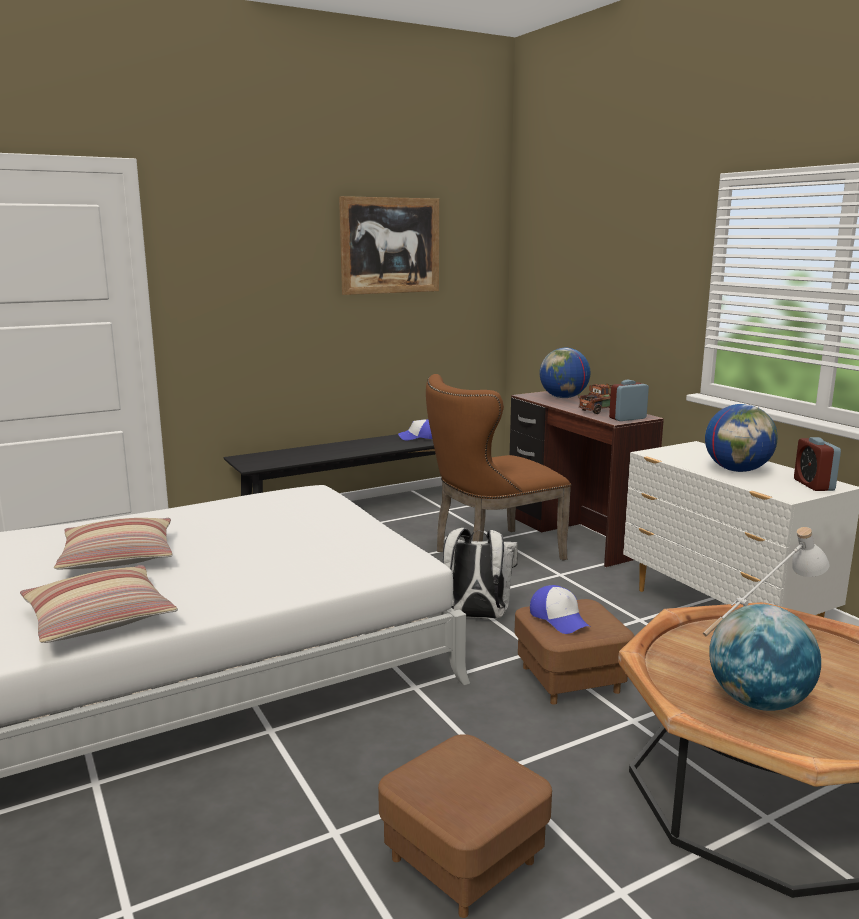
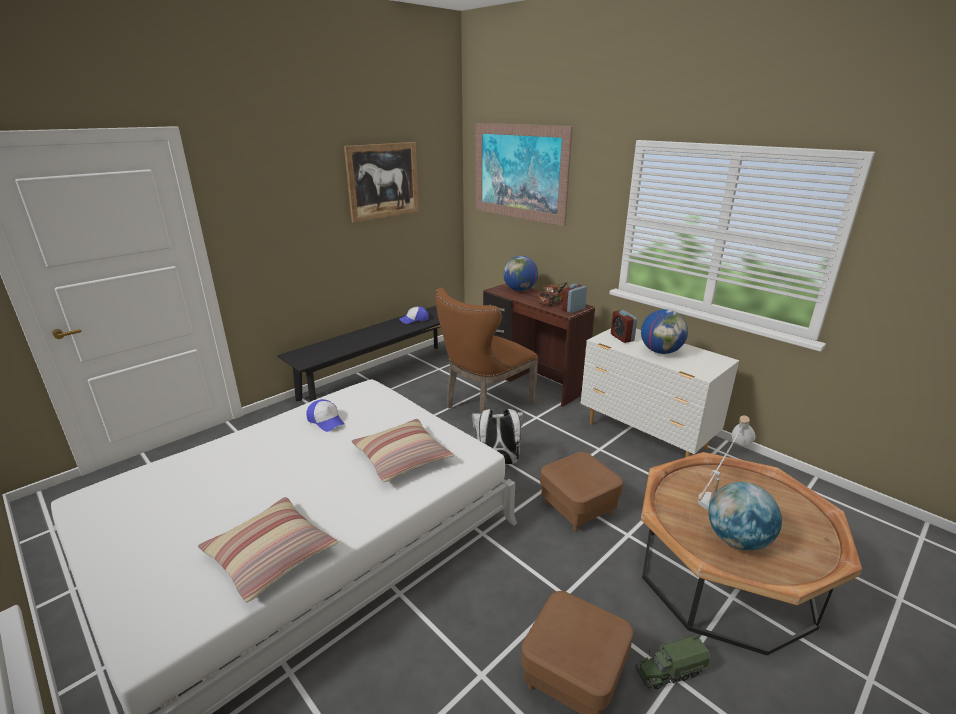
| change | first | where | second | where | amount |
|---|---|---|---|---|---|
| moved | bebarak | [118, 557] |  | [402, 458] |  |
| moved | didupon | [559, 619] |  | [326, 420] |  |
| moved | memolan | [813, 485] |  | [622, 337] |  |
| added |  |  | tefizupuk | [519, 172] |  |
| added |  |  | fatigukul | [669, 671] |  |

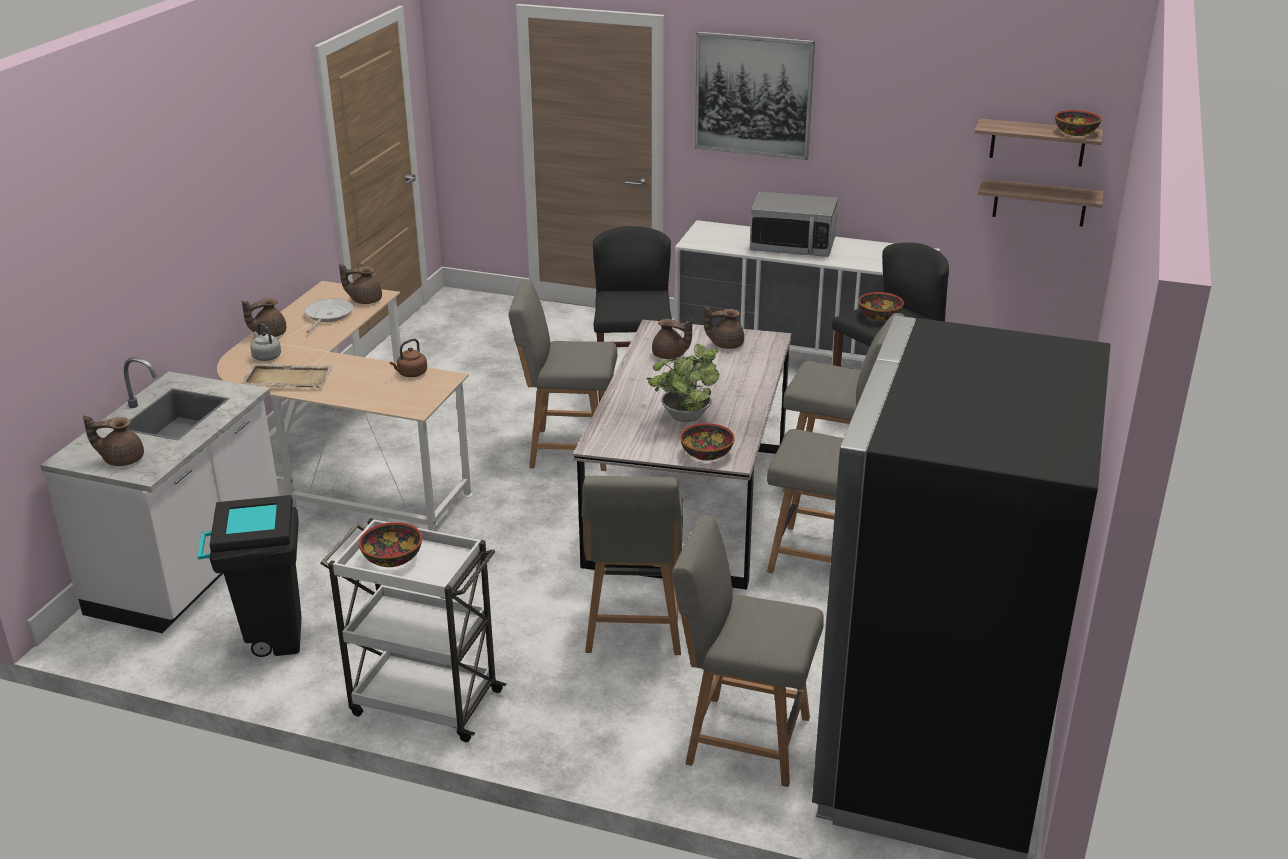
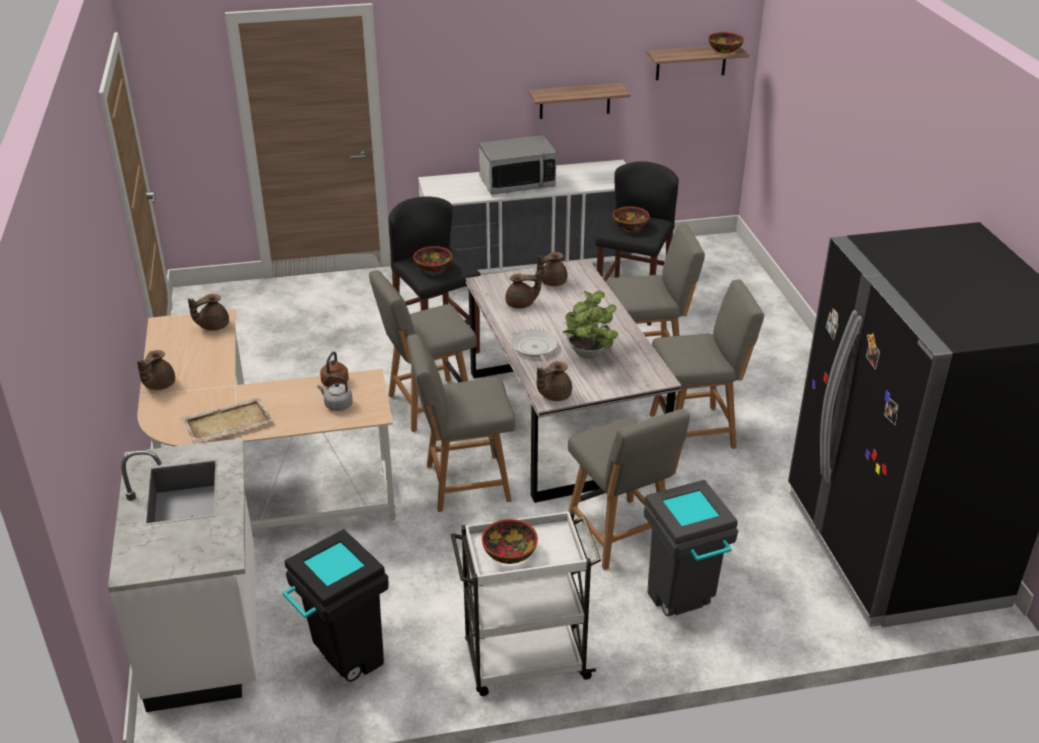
| change | first | where | second | where | amount |
|---|---|---|---|---|---|
| moved | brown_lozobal | [122, 459] |  | [554, 395] |  |
| moved | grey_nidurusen | [266, 356] |  | [337, 405] |  |
| moved | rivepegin | [327, 316] |  | [535, 349] |  |
| moved | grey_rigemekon | [743, 739] |  | [464, 483] |  |
| moved | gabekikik | [707, 453] |  | [433, 268] |  |
| removed | tefizupuk | [753, 95] |  |  |  |
| moved | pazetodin | [1039, 203] |  | [575, 101] |  |
| added |  |  | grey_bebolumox | [682, 605] |  |

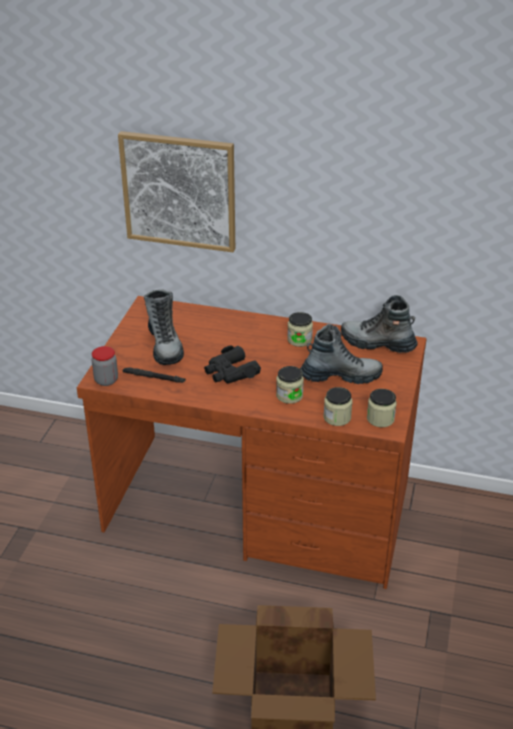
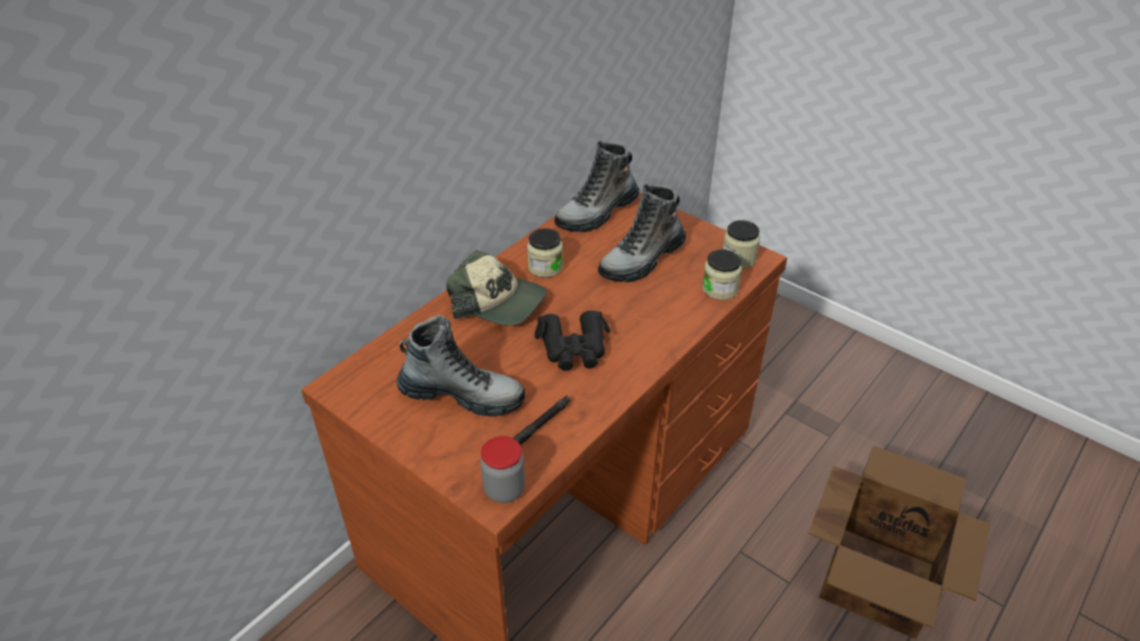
| change | first | where | second | where | amount |
|---|---|---|---|---|---|
| removed | tefizupuk | [179, 191] |  |  |  |
| removed | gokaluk | [289, 395] |  |  |  |
| turned | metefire | [340, 376] |  | [642, 260] | 150 degrees counterclockwise |
| added |  |  | didupon | [499, 302] |  |

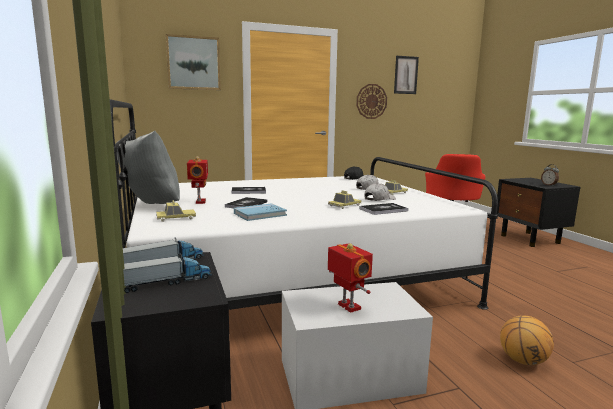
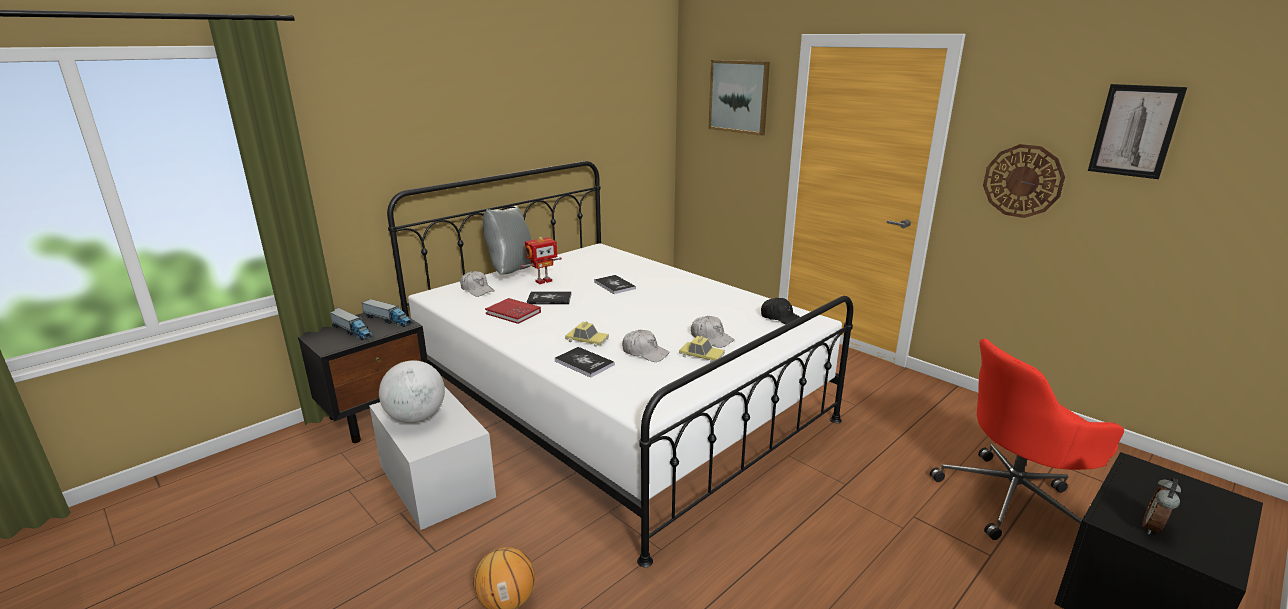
| change | first | where | second | where | amount |
|---|---|---|---|---|---|
| replaced | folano | [176, 218] | white_didupon | [477, 290] |  |
| recoloured | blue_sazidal | [260, 214] | red_sazidal | [513, 313] |  |
| replaced | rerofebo | [348, 307] | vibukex | [416, 417] |  |

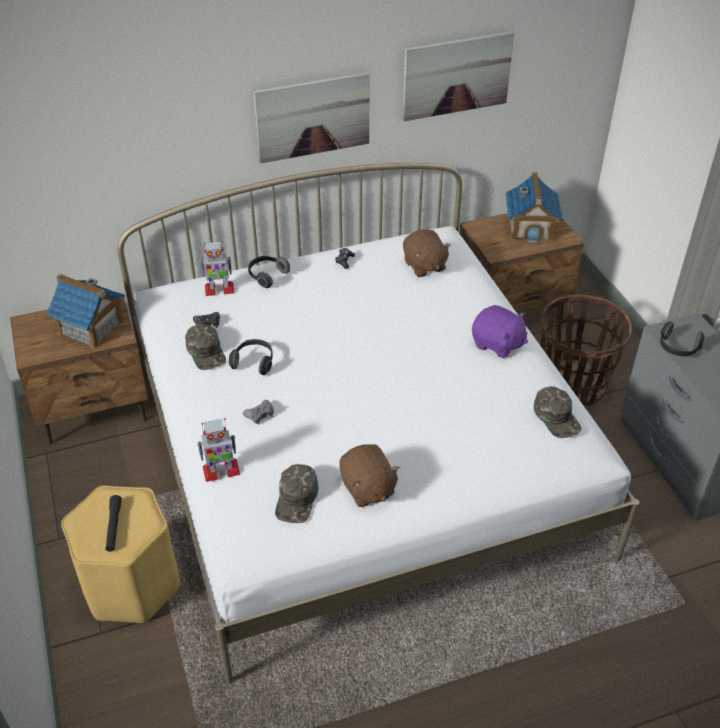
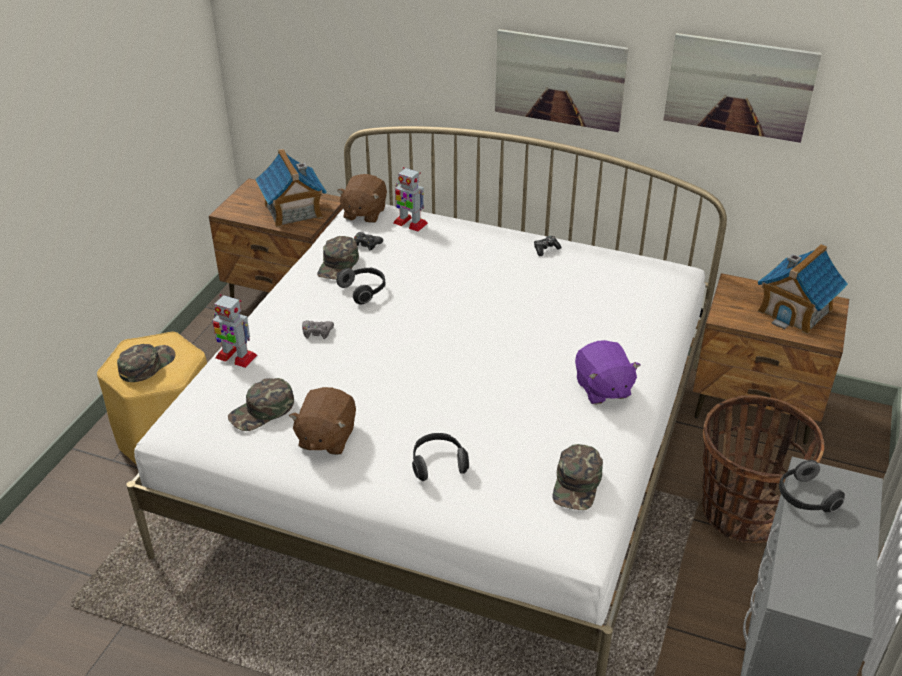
| change | first | where | second | where | amount |
|---|---|---|---|---|---|
| replaced | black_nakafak | [114, 526] | green_didupon | [146, 364] |  |
| moved | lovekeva | [267, 276] |  | [438, 464] |  |
| moved | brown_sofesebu | [424, 266] |  | [364, 213] |  |

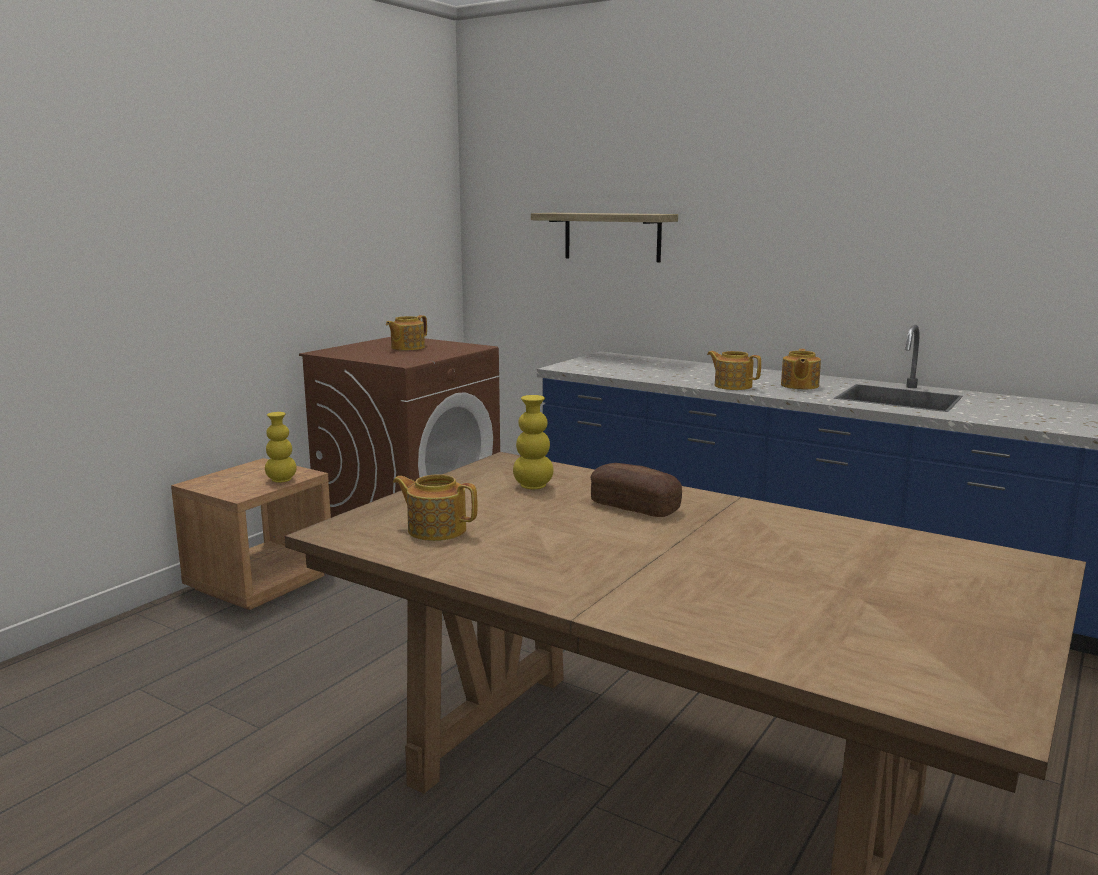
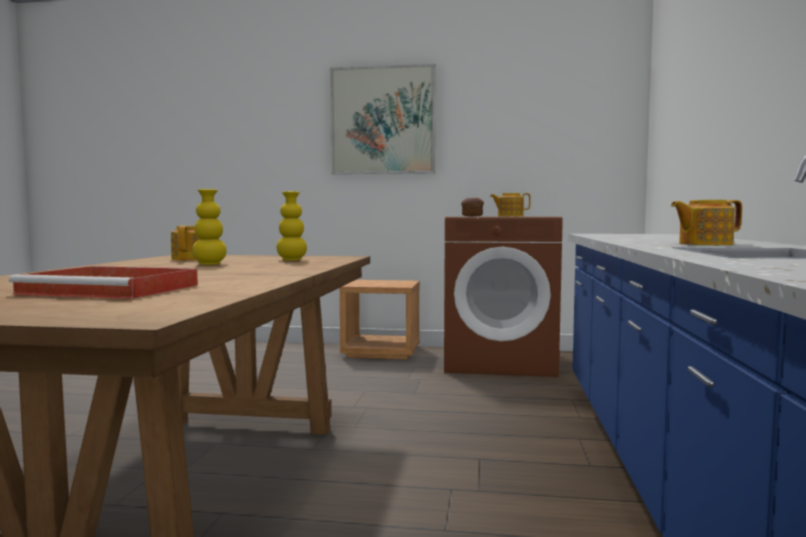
| change | first | where | second | where | amount |
|---|---|---|---|---|---|
| moved | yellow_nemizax | [281, 480] |  | [209, 264] |  |
| removed | pazetodin | [612, 236] |  |  |  |
| moved | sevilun | [635, 506] |  | [472, 216] |  |
| removed | lozobal | [732, 386] |  |  |  |
| added |  |  | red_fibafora | [114, 289] |  |
| added |  |  | tefizupuk | [382, 120] |  |

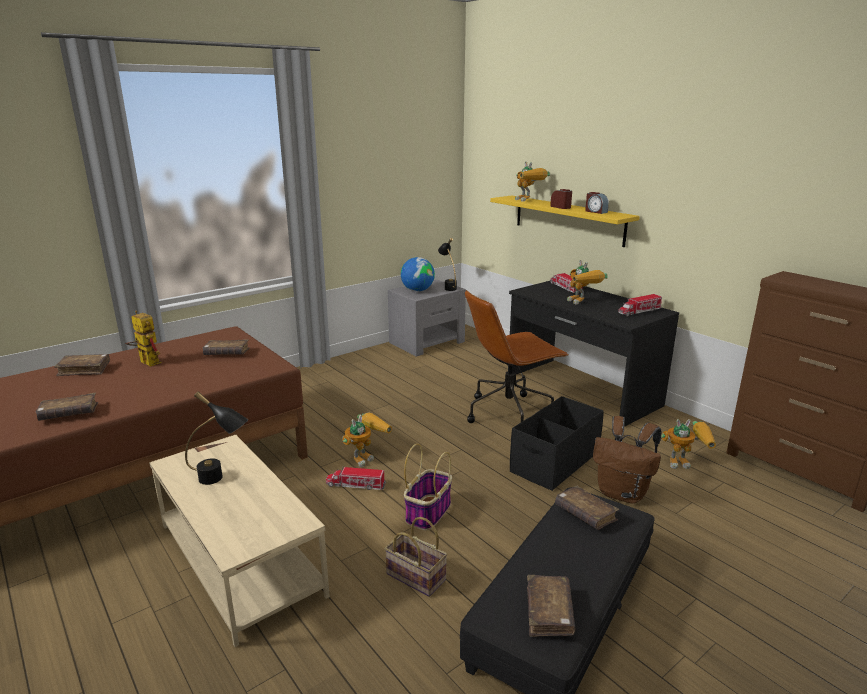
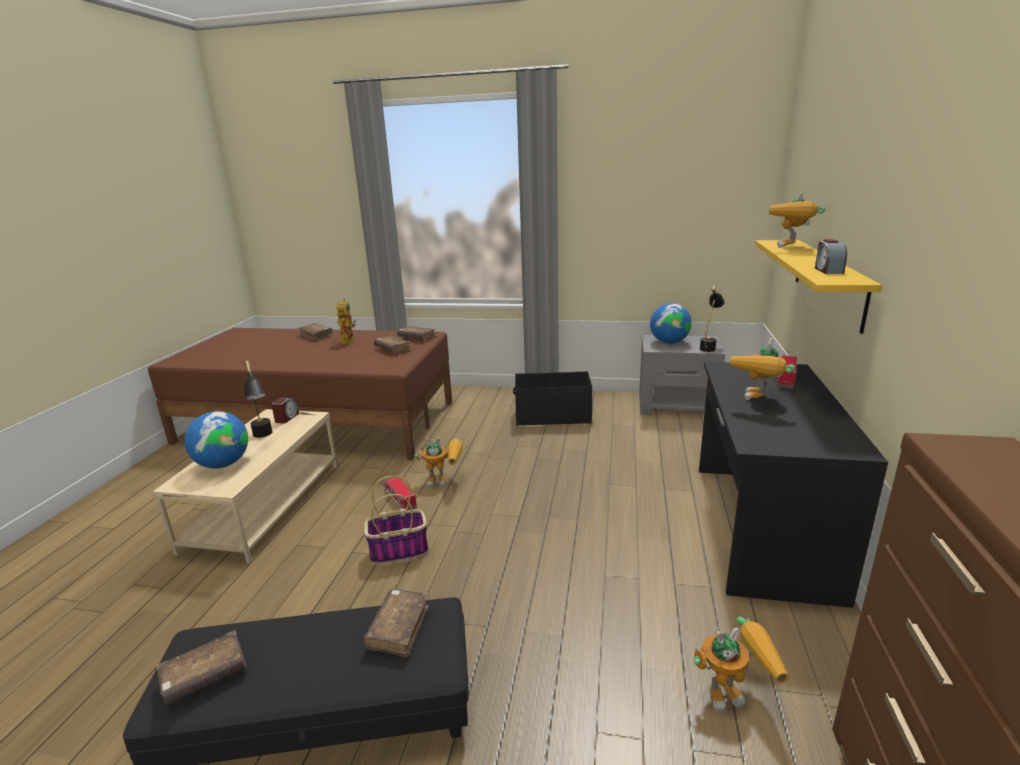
| change | first | where | second | where | amount |
|---|---|---|---|---|---|
| moved | brown_sazidal | [69, 414] |  | [416, 338] |  |
| removed | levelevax | [414, 577] |  |  |  |
| removed | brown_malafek | [509, 412] |  |  |  |
| moved | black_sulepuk | [554, 462] |  | [552, 416] |  |
| moved | memolan | [561, 207] |  | [286, 418] |  |
| removed | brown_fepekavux | [623, 493] |  |  |  |
| removed | fatigukul | [639, 311] |  |  |  |
| turned | rerofebo | [685, 463] |  | [734, 691] | 60 degrees counterclockwise |
| added |  |  | vibukex | [223, 464] |  |

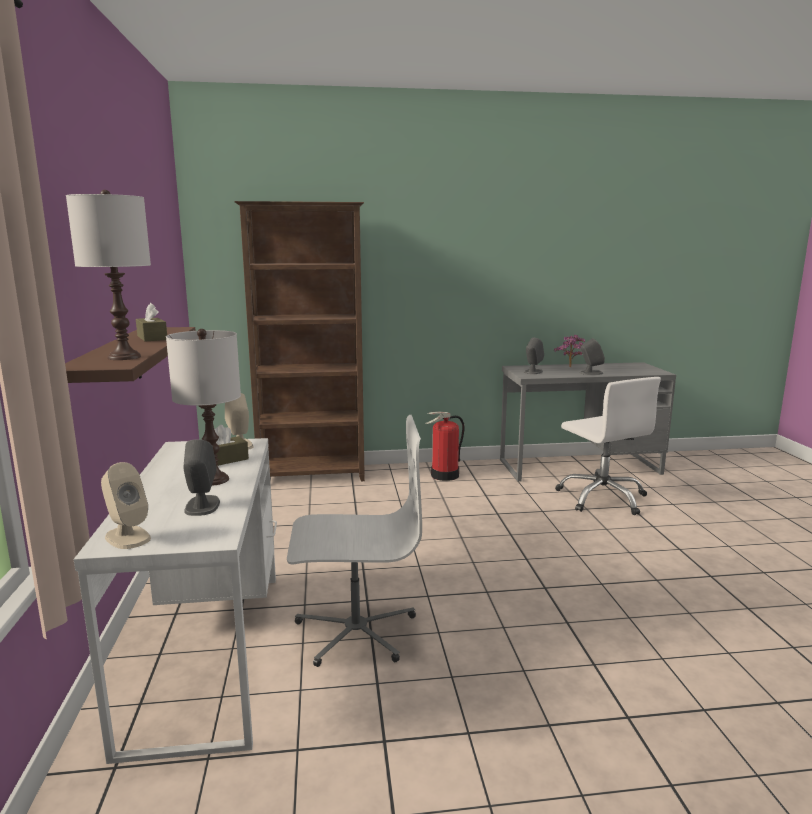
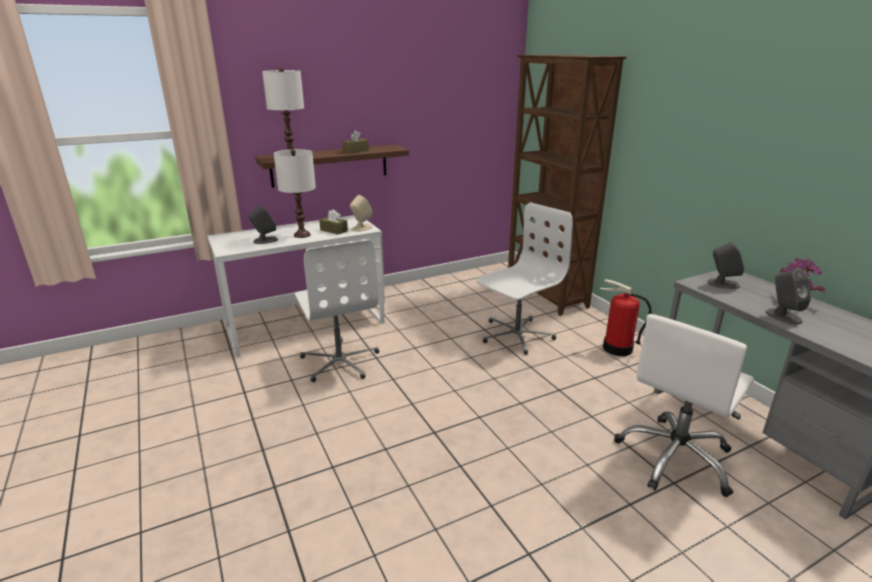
| change | first | where | second | where | amount |
|---|---|---|---|---|---|
| removed | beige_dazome | [127, 537] |  |  |  |
| added |  |  | white_malafek | [516, 335] |  |

